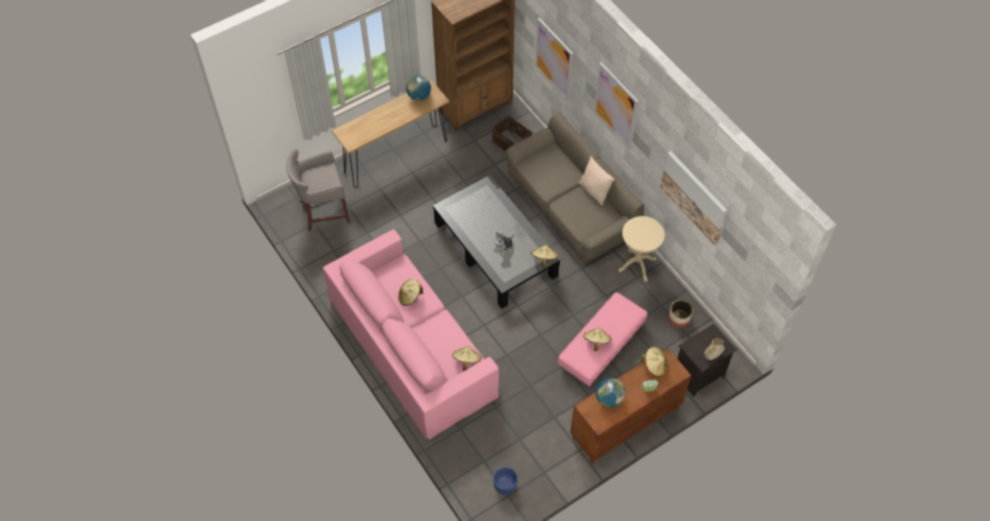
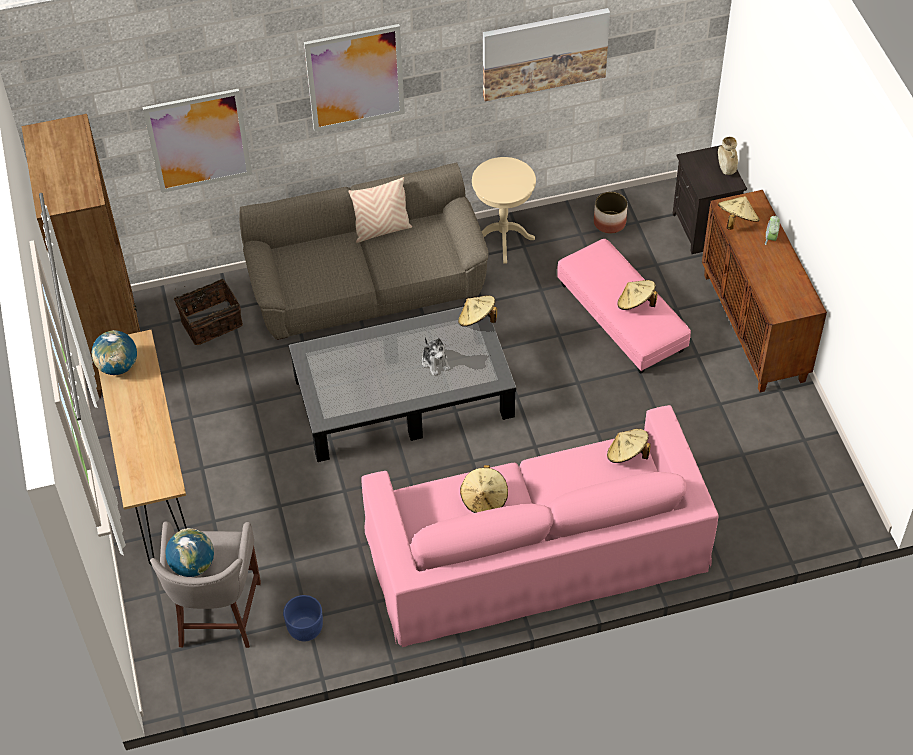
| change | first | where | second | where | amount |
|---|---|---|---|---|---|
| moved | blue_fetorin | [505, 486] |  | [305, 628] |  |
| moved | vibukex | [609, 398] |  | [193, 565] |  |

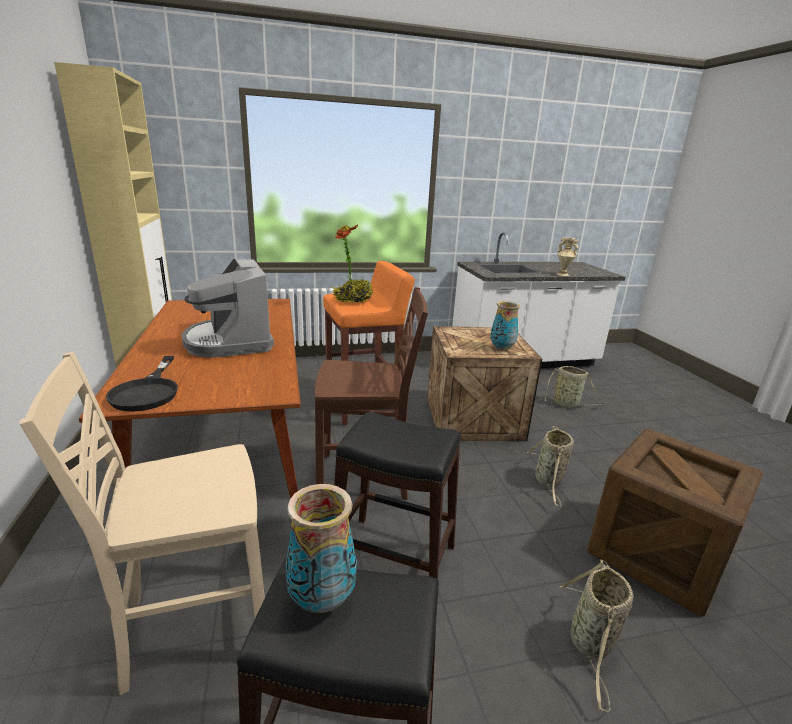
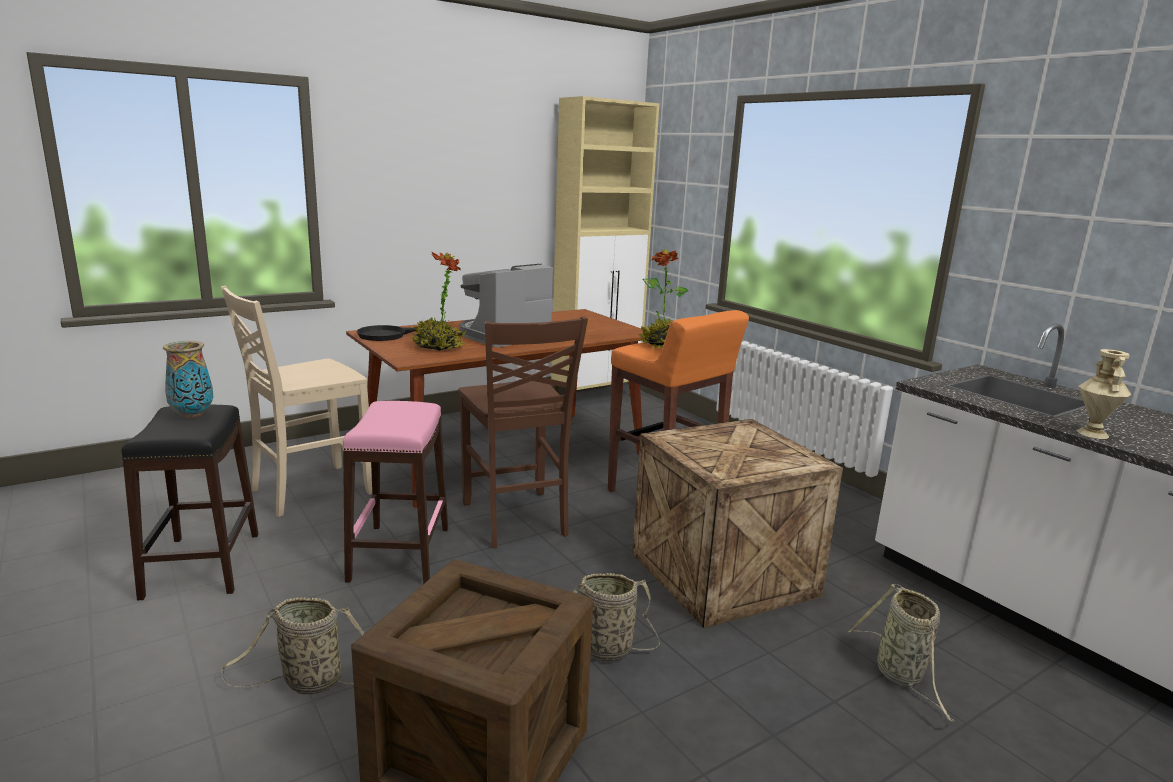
| change | first | where | second | where | amount |
|---|---|---|---|---|---|
| turned | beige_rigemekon | [194, 626] |  | [309, 491] | 90 degrees counterclockwise |
| recoloured | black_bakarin | [394, 558] | pink_bakarin | [399, 554] |  |
| removed | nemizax | [501, 348] |  |  |  |
| added |  |  | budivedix | [438, 347] |  |

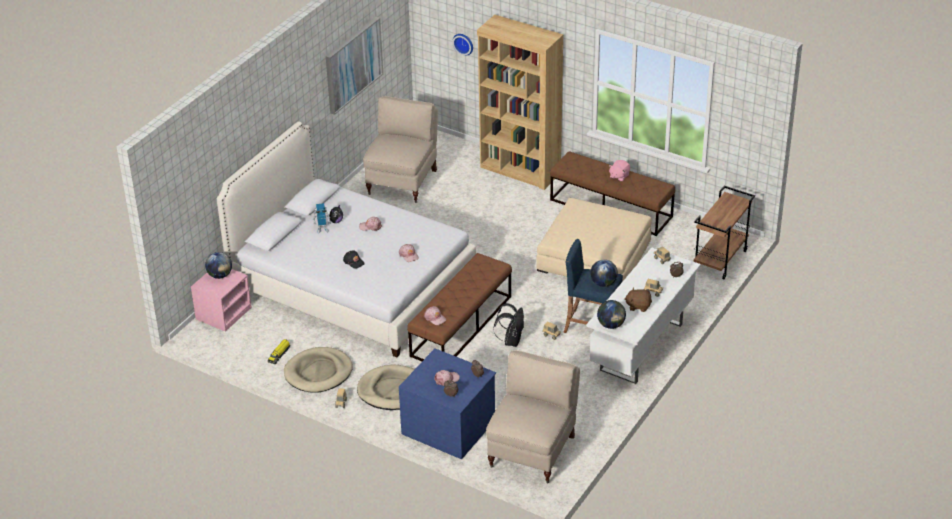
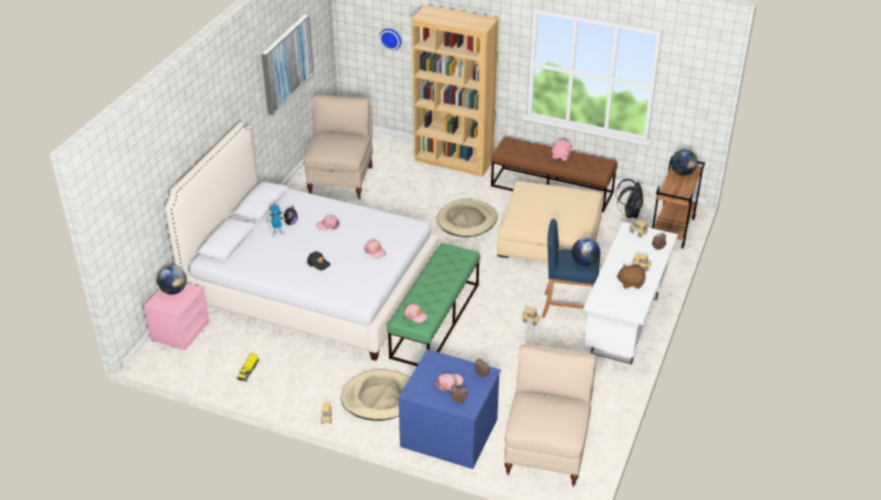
| change | first | where | second | where | amount |
|---|---|---|---|---|---|
| moved | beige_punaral | [318, 372] |  | [467, 221] |  |
| recoloured | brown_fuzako | [461, 326] | green_fuzako | [435, 320] |  |
| moved | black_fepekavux | [511, 340] |  | [629, 214] |  |
| moved | vibukex | [611, 325] |  | [682, 173] |  |

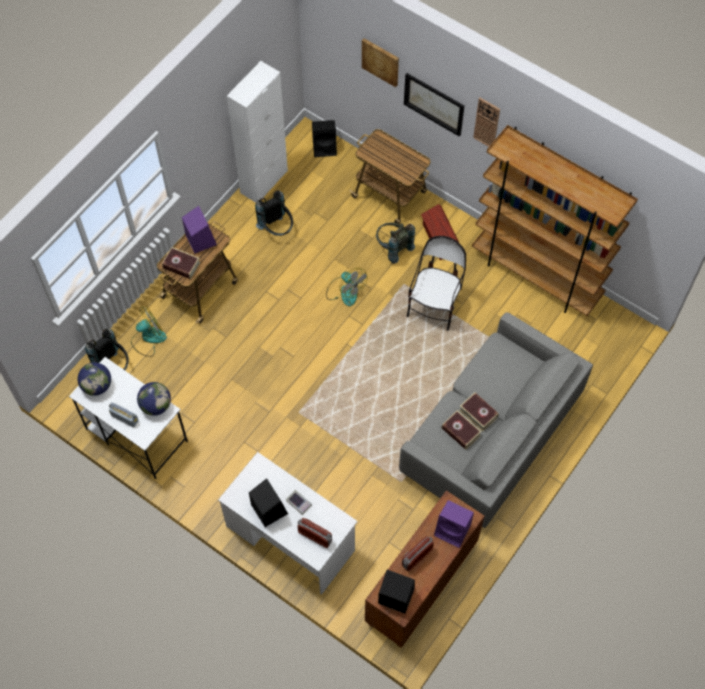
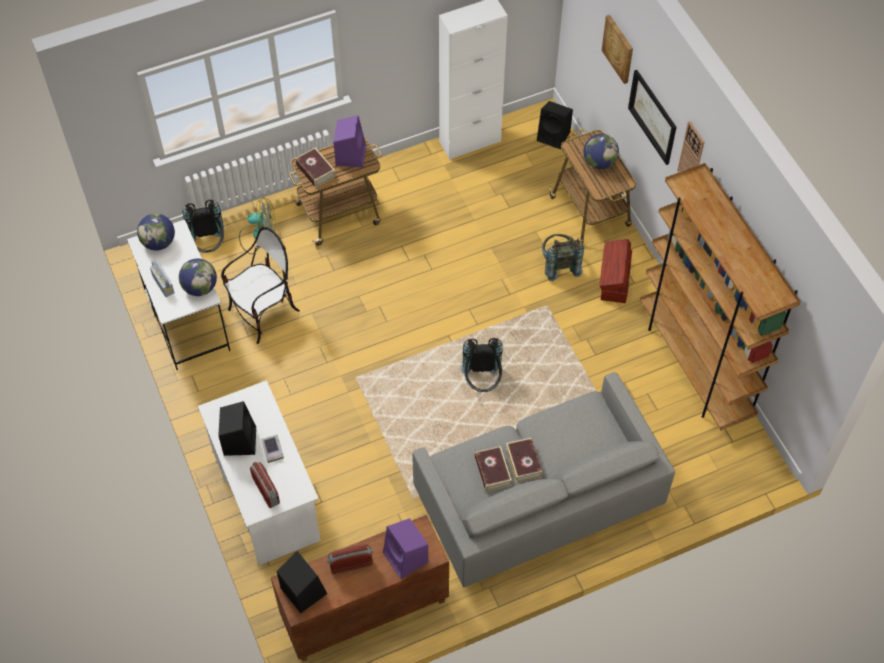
| change | first | where | second | where | amount |
|---|---|---|---|---|---|
| moved | black_fepekavux | [277, 229] |  | [482, 382] |  |
| removed | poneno | [345, 291] |  |  |  |
| moved | rigemekon | [434, 306] |  | [264, 313] |  |
| added |  |  | vibukex | [599, 162] |  |

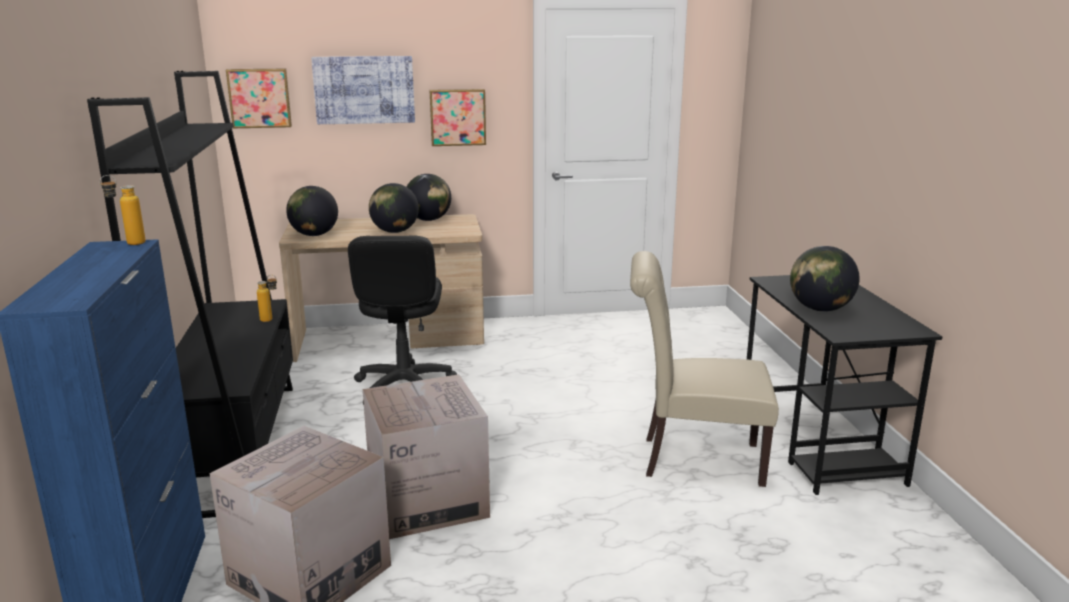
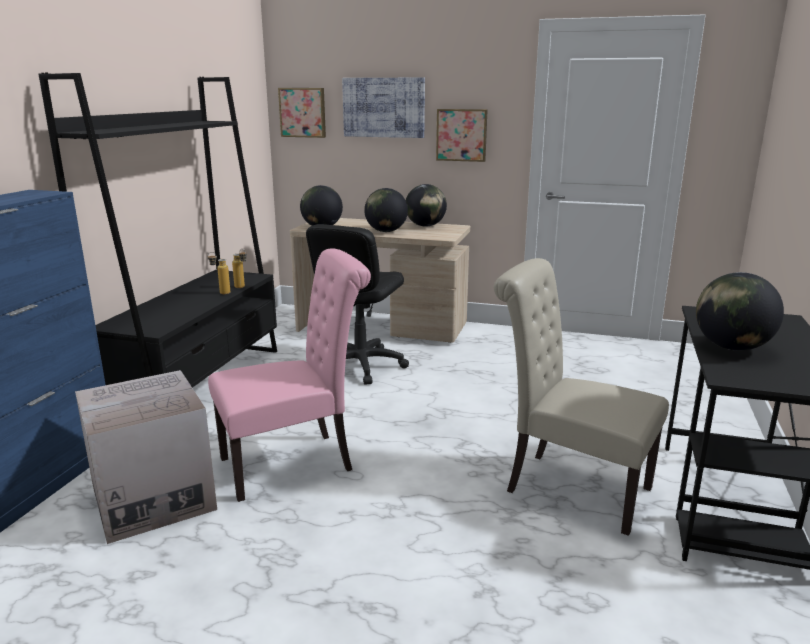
| change | first | where | second | where | amount |
|---|---|---|---|---|---|
| moved | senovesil | [128, 244] |  | [220, 293] |  |
| replaced | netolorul | [428, 500] | pink_rigemekon | [295, 462] |  |

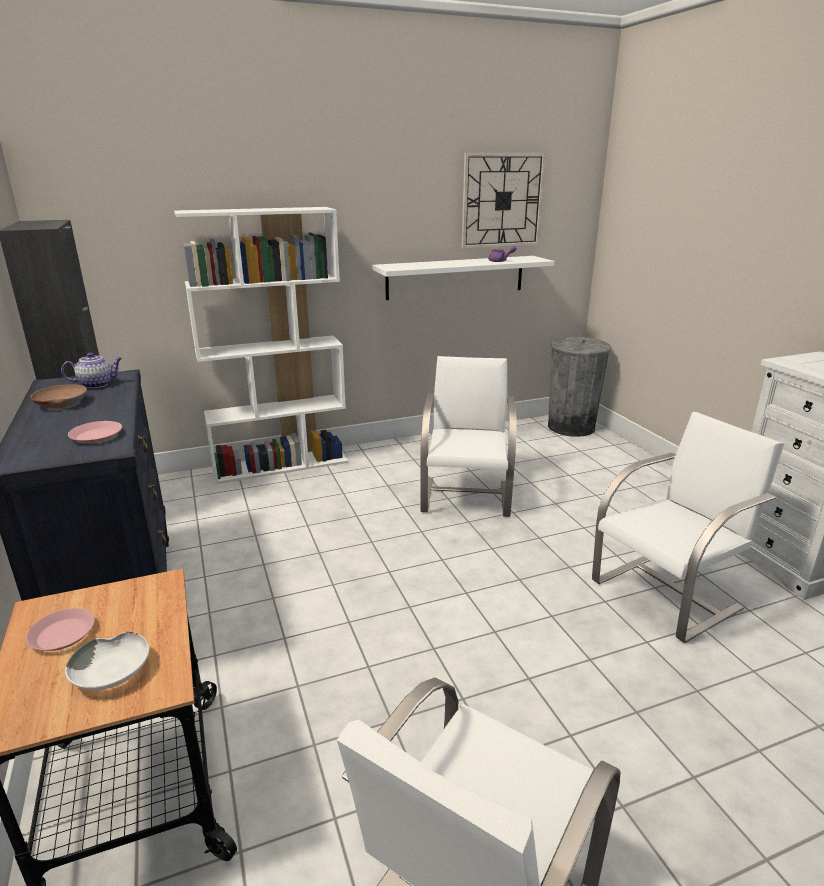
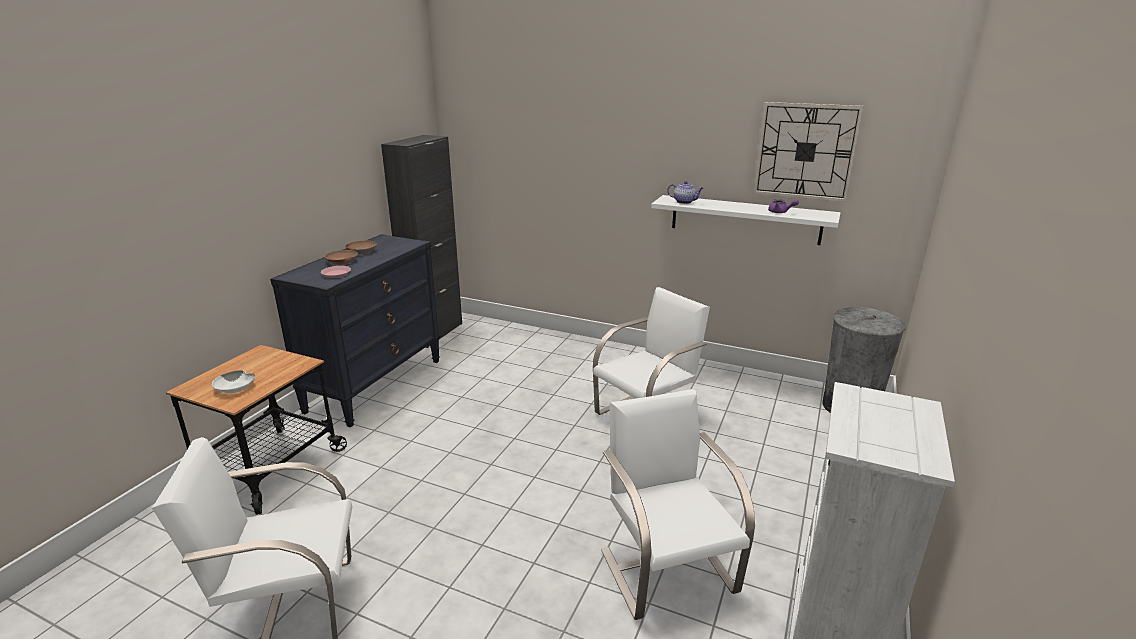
| change | first | where | second | where | amount |
|---|---|---|---|---|---|
| removed | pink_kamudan | [62, 634] |  |  |  |
| moved | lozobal | [97, 384] |  | [684, 202] |  |
| removed | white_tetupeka | [281, 465] |  |  |  |
| turned | white_rigemekon | [667, 594] |  | [667, 569] | 120 degrees counterclockwise |
| added |  |  | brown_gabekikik | [341, 262] |  |

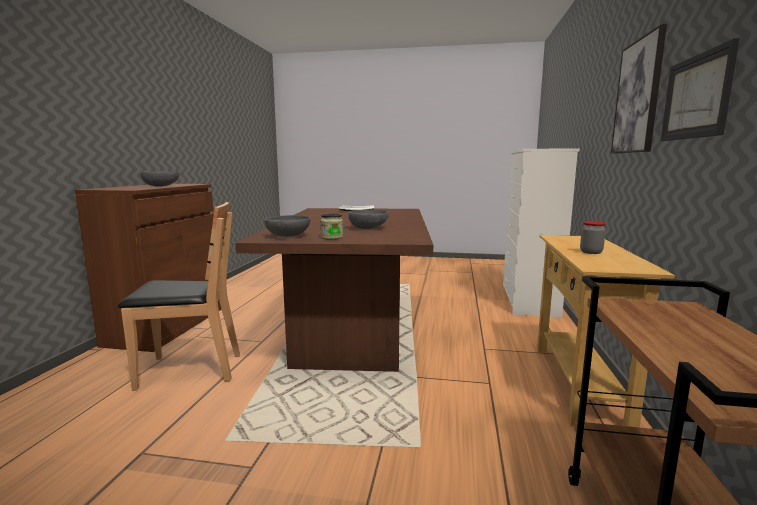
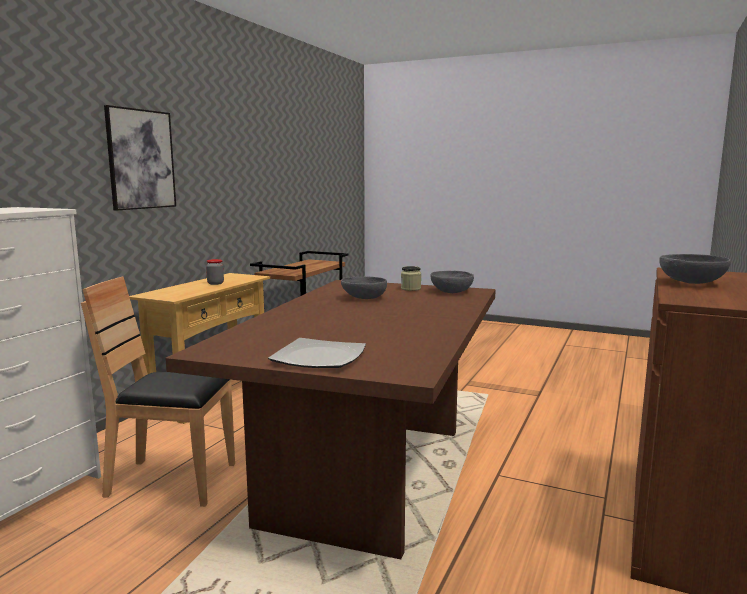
| change | first | where | second | where | amount |
|---|---|---|---|---|---|
| moved | brown_rigemekon | [189, 370] |  | [173, 481] |  |
| removed | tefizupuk | [696, 97] |  |  |  |

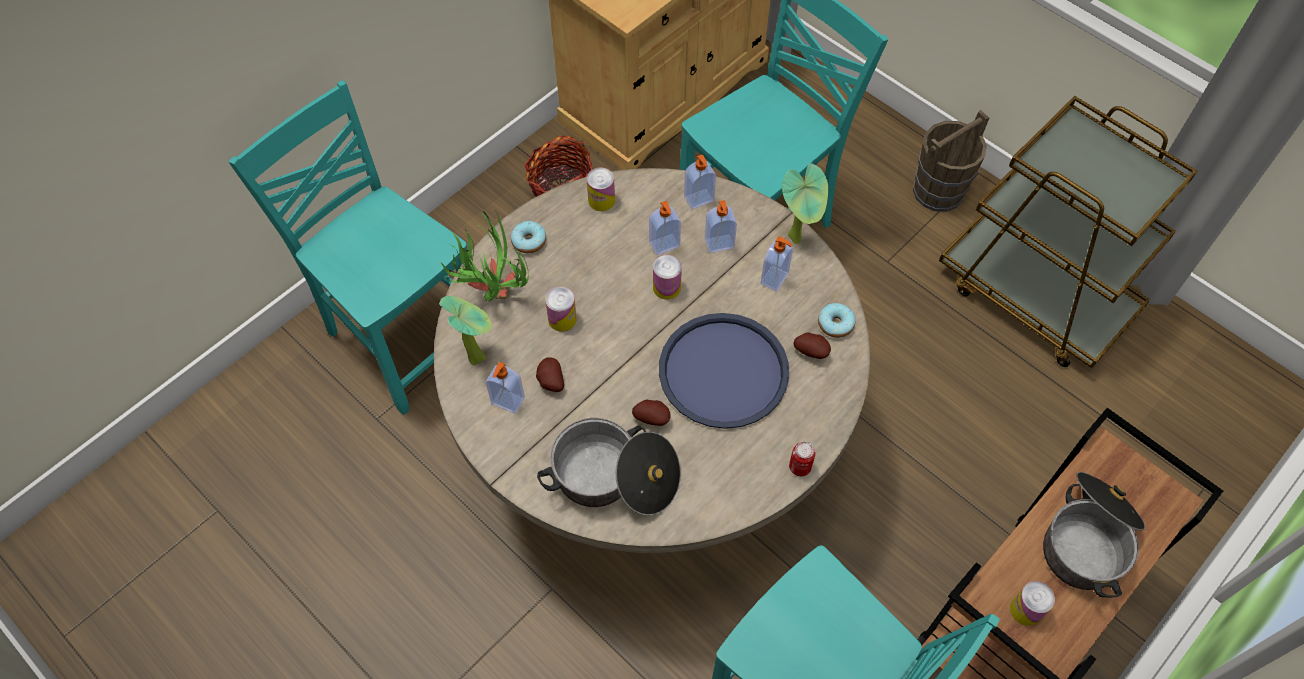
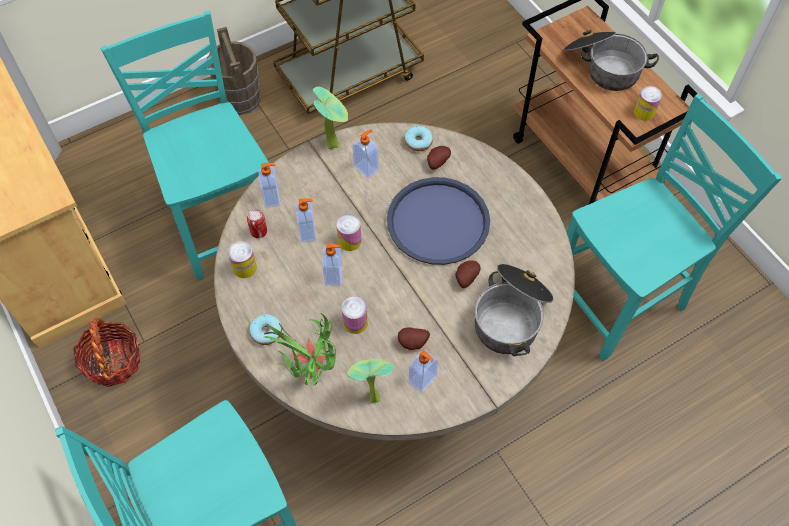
| change | first | where | second | where | amount |
|---|---|---|---|---|---|
| moved | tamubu | [719, 244] |  | [334, 276] |  |
| moved | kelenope | [800, 467] |  | [259, 232] |  |

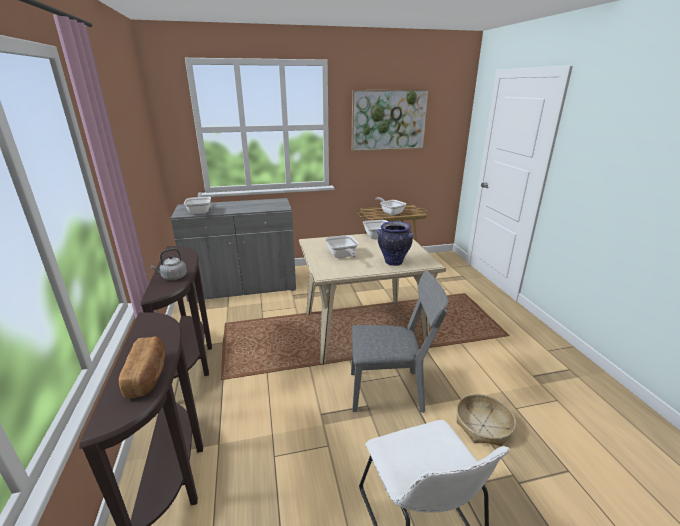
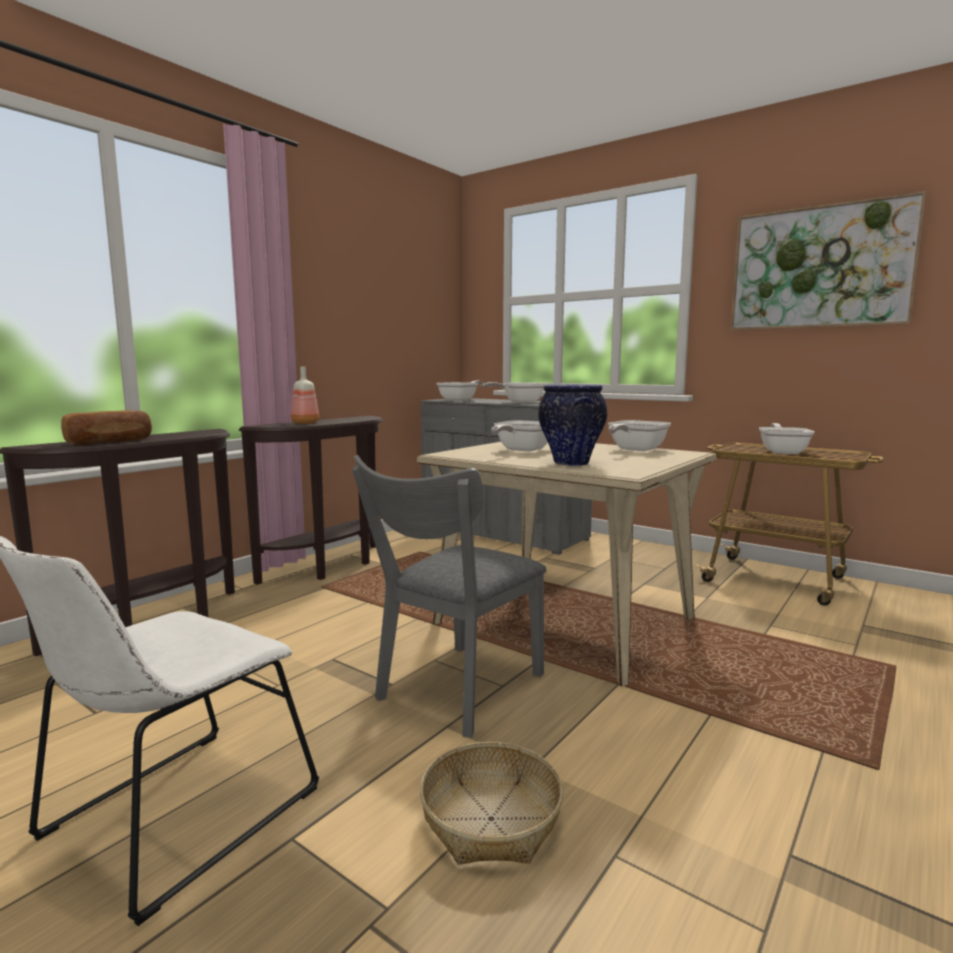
| change | first | where | second | where | amount |
|---|---|---|---|---|---|
| replaced | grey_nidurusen | [173, 277] | senovesil | [304, 423] |  |
| turned | grey_rigemekon | [392, 390] |  | [454, 692] | 75 degrees clockwise |
| added |  |  | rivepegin | [519, 402] |  |

